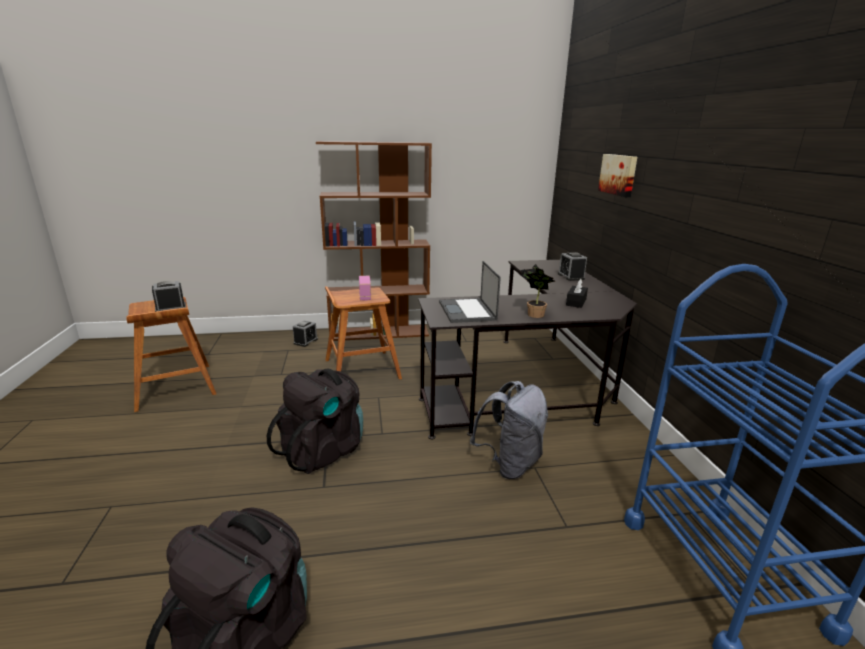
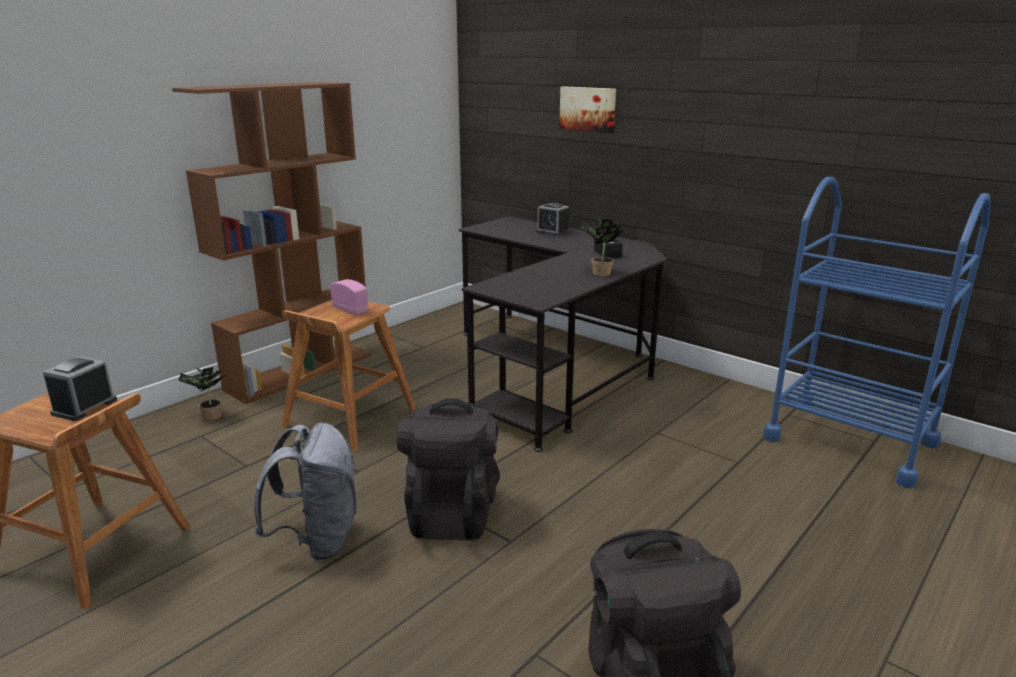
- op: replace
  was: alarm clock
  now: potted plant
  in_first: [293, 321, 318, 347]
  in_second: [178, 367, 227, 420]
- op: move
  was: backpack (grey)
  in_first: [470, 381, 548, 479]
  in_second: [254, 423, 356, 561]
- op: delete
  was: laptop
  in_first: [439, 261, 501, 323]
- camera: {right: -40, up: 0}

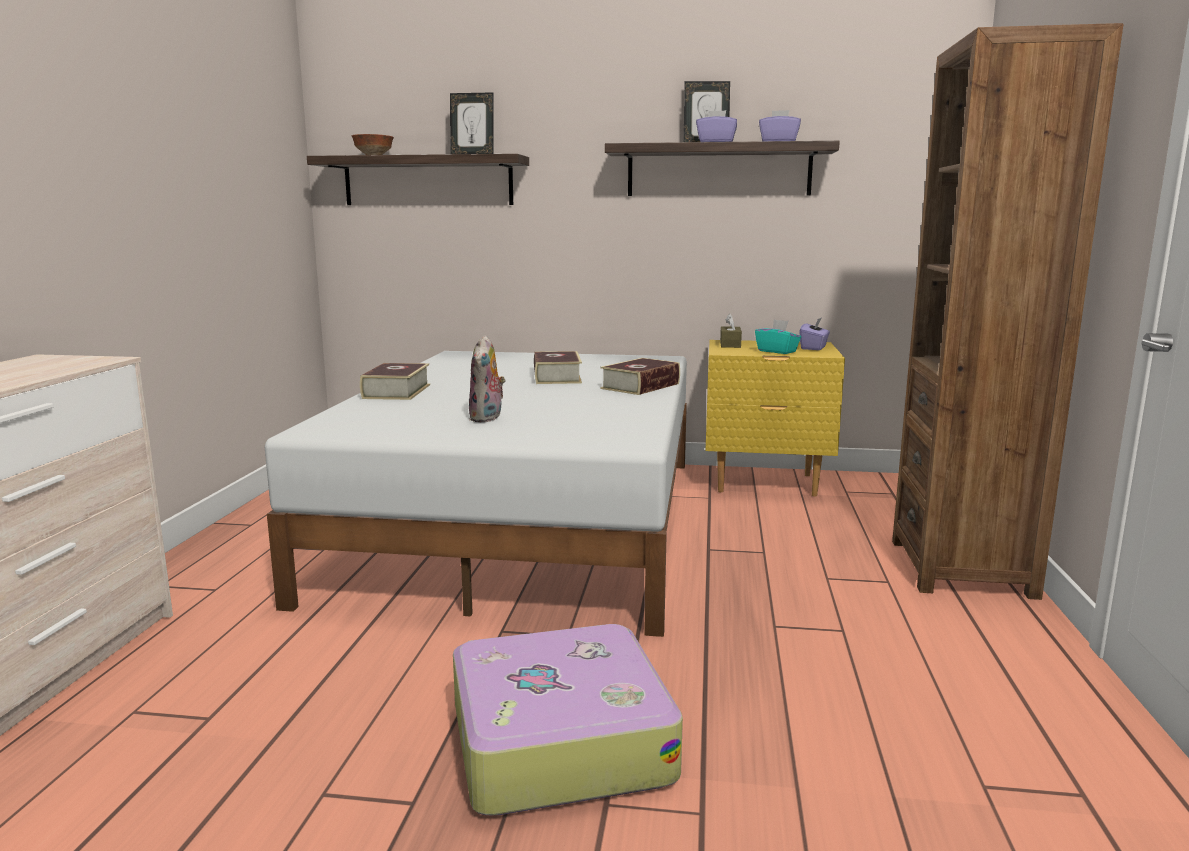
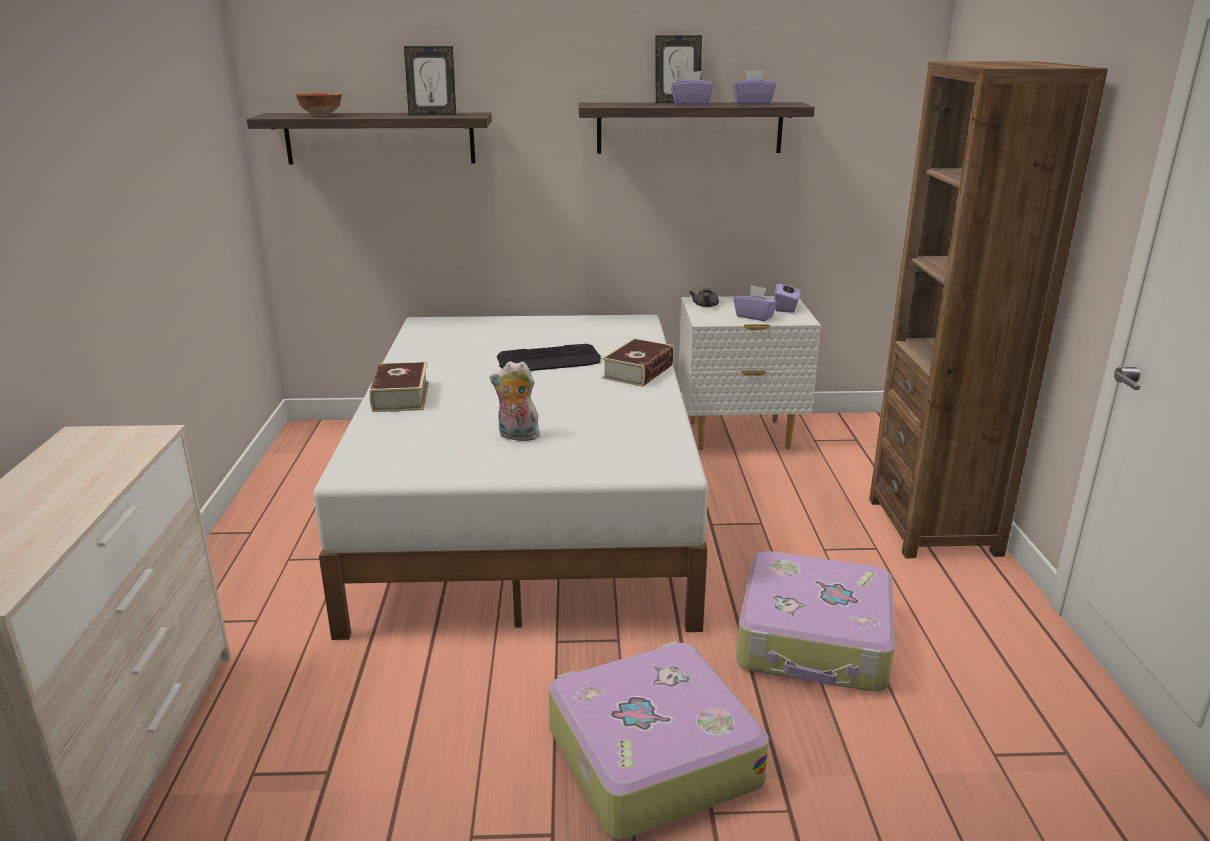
- op: rotate
  was: plush toy
  in_first: [469, 335, 505, 422]
  in_second: [490, 361, 542, 441]
  clockwise: 105
- op: replace
  was: book
  now: keyboard
  in_first: [534, 351, 582, 384]
  in_second: [497, 344, 601, 371]
- op: recolor
  was: nightstand (yellow)
  now: nightstand (white)
  in_first: [705, 340, 845, 497]
  in_second: [678, 296, 821, 450]
- op: replace
  was: tissue box (brown)
  now: teapot (grey)
  in_first: [720, 314, 742, 348]
  in_second: [689, 289, 719, 307]
- op: recolor
  was: tissue box (turquoise)
  now: tissue box (purple)
  in_first: [755, 319, 801, 354]
  in_second: [734, 285, 778, 321]
- op: insert
  now: suitcase
  in_second: [736, 551, 895, 691]
- camera: {right: -10, up: 10}

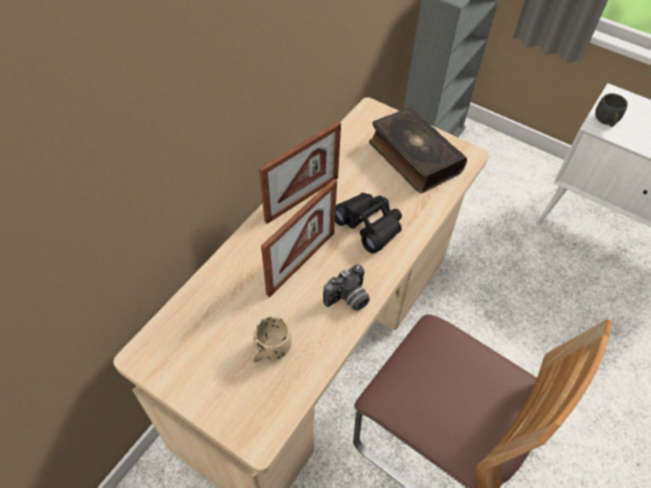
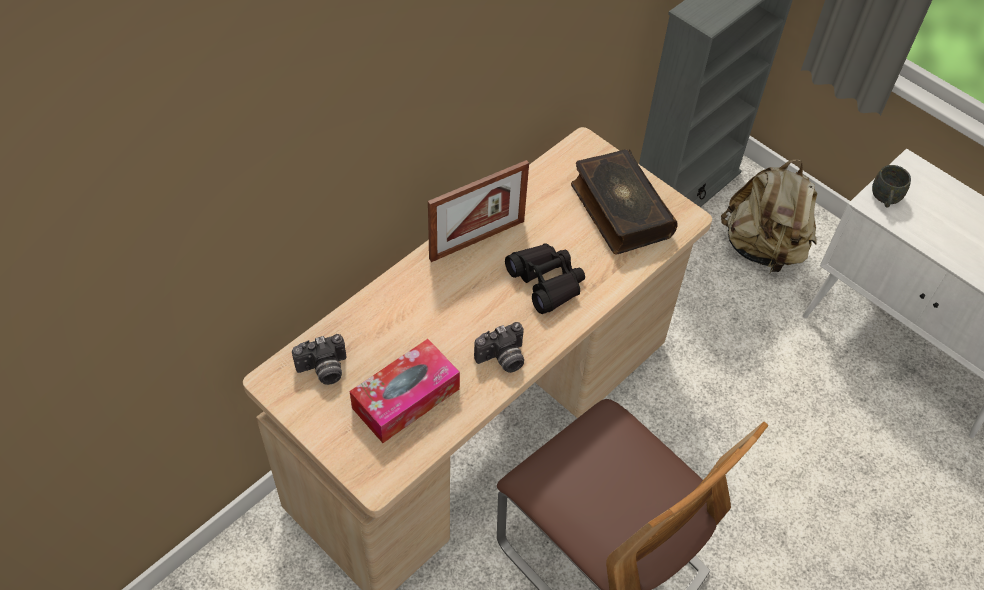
- op: insert
  now: photo camera
  in_second: [292, 334, 347, 385]
- op: replace
  was: mug (beige)
  now: tissue box
  in_first: [251, 316, 292, 363]
  in_second: [350, 339, 460, 443]
- op: insert
  now: backpack (beige)
  in_second: [721, 160, 817, 273]
- op: delete
  was: picture frame
  in_first: [261, 179, 337, 297]
- camera: {right: 10, up: 0}

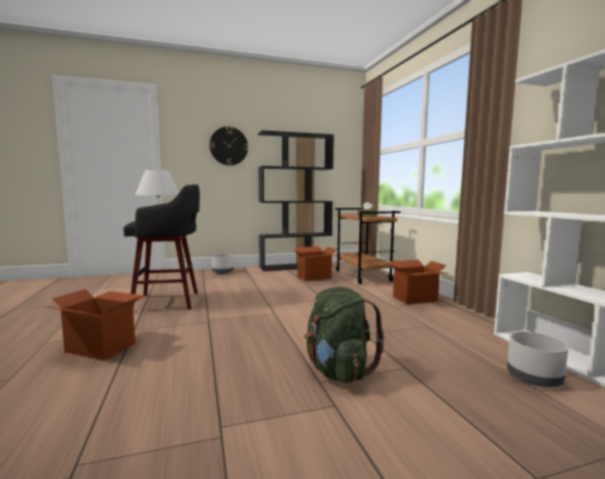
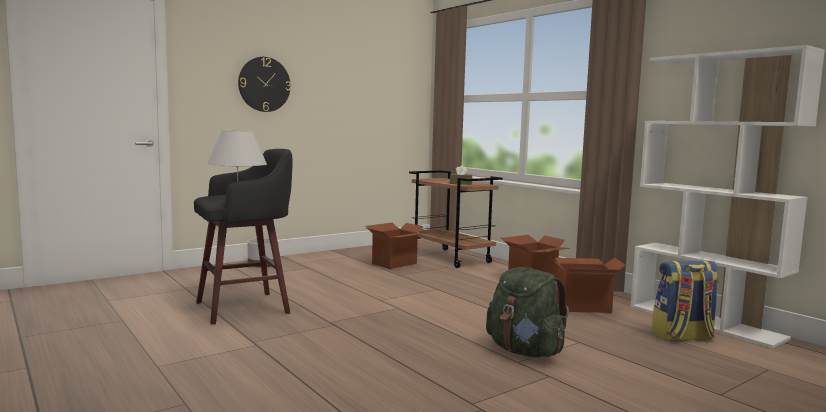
- op: move
  was: cardboard box
  in_first: [42, 289, 145, 361]
  in_second: [550, 257, 626, 313]
- op: replace
  was: planter (grey)
  now: backpack
  in_first: [507, 331, 568, 387]
  in_second: [652, 261, 719, 341]
- op: delete
  was: bookcase (black)
  in_first: [258, 130, 334, 271]
- camera: {right: -20, up: 0}

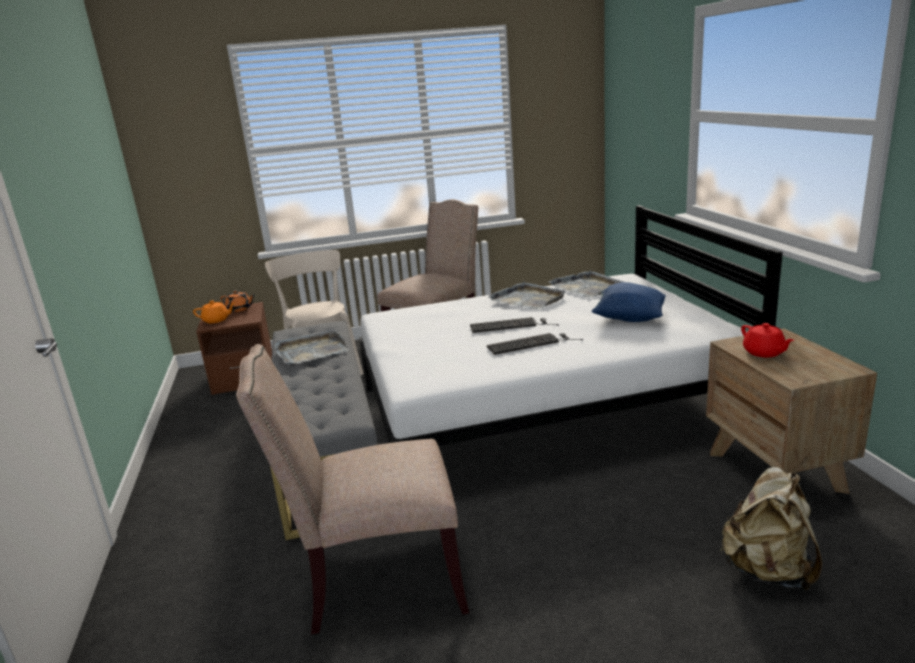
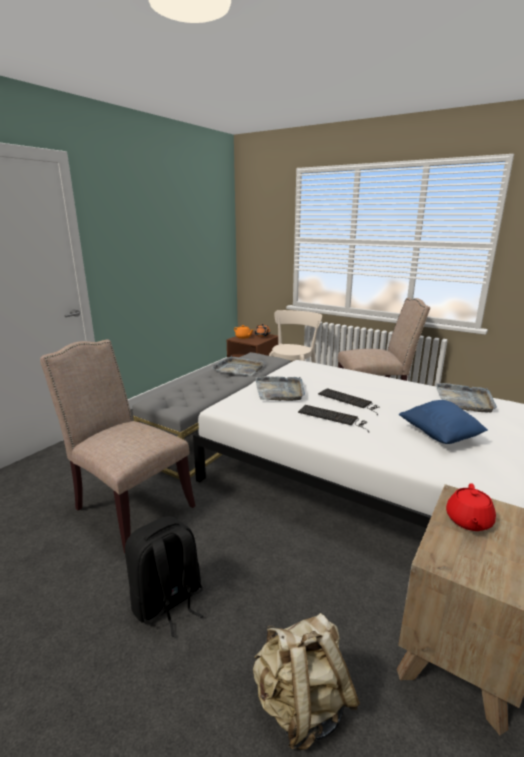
- op: insert
  now: backpack (black)
  in_second: [125, 516, 203, 637]
- op: move
  was: tray (grey)
  in_first: [488, 282, 566, 309]
  in_second: [255, 376, 305, 401]
- camera: {right: 45, up: 0}

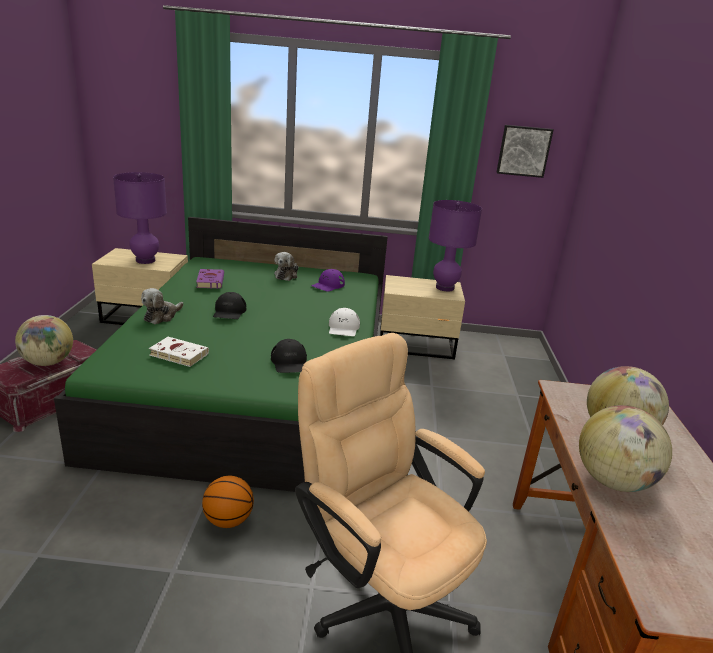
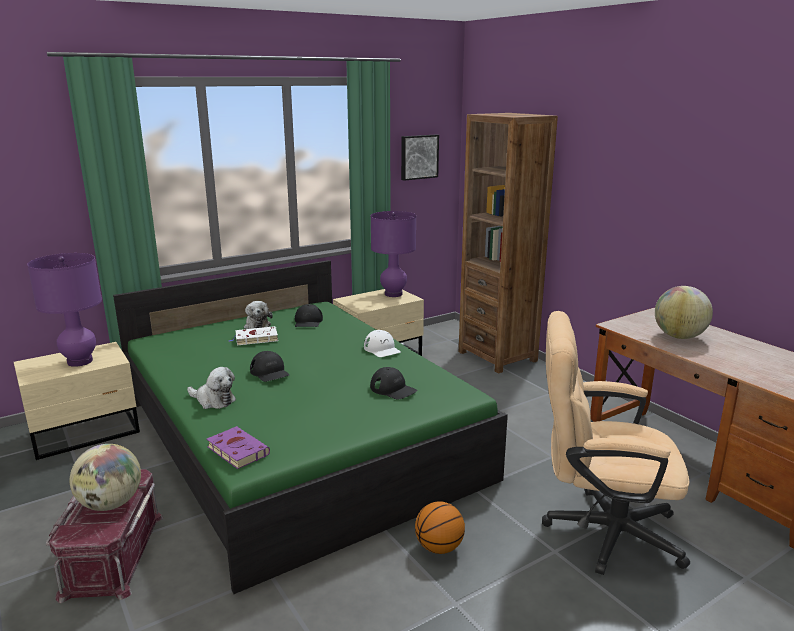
- op: rotate
  was: plush toy
  in_first: [141, 288, 183, 324]
  in_second: [187, 367, 236, 409]
  clockwise: -60
- op: move
  was: book (purple)
  in_first: [196, 269, 224, 289]
  in_second: [206, 426, 270, 469]
- op: move
  was: book (white)
  in_first: [149, 337, 209, 367]
  in_second: [228, 326, 278, 345]
- op: recolor
  was: cap (purple)
  now: cap (black)
  in_first: [311, 269, 345, 292]
  in_second: [295, 304, 323, 327]
- op: insert
  now: bookcase (brown)
  in_second: [459, 113, 558, 373]
- op: delete
  was: globe
  in_first: [579, 405, 672, 492]
- camera: {right: -35, up: -5}

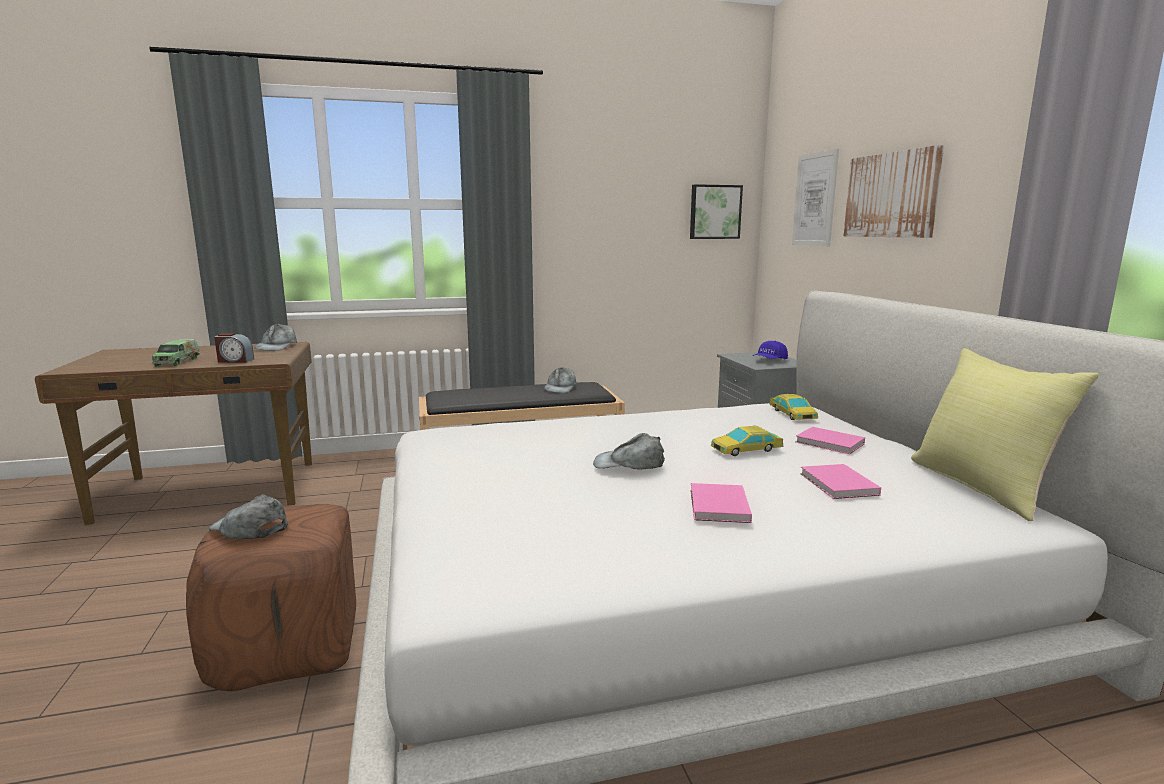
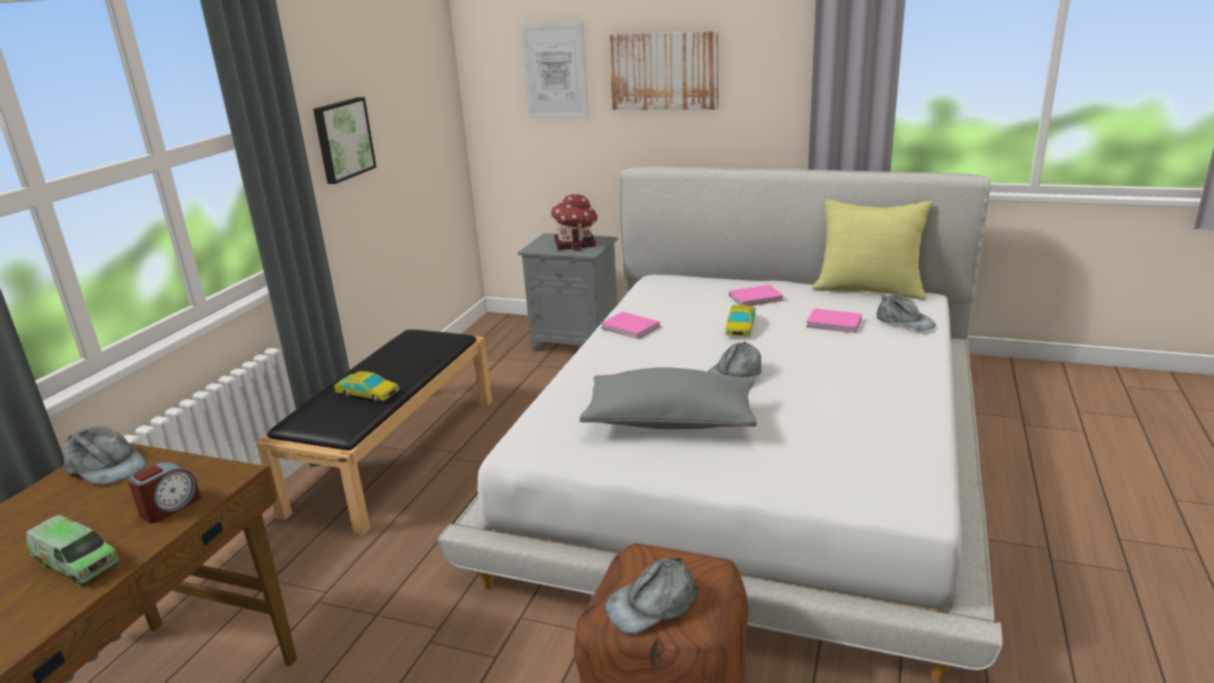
- op: move
  was: picture
  in_first: [690, 184, 743, 239]
  in_second: [313, 97, 377, 184]
- op: move
  was: toy car
  in_first: [769, 394, 818, 420]
  in_second: [334, 371, 400, 402]
- op: replace
  was: cap (blue)
  now: toy house
  in_first: [752, 341, 788, 359]
  in_second: [550, 194, 598, 251]
- op: insert
  now: pillow (grey)
  in_second: [580, 367, 757, 429]
- op: move
  was: book (pink)
  in_first: [691, 483, 752, 523]
  in_second: [600, 312, 660, 339]
- op: move
  was: cap (grey)
  in_first: [544, 367, 577, 393]
  in_second: [876, 294, 936, 330]
- camera: {right: -55, up: 10}

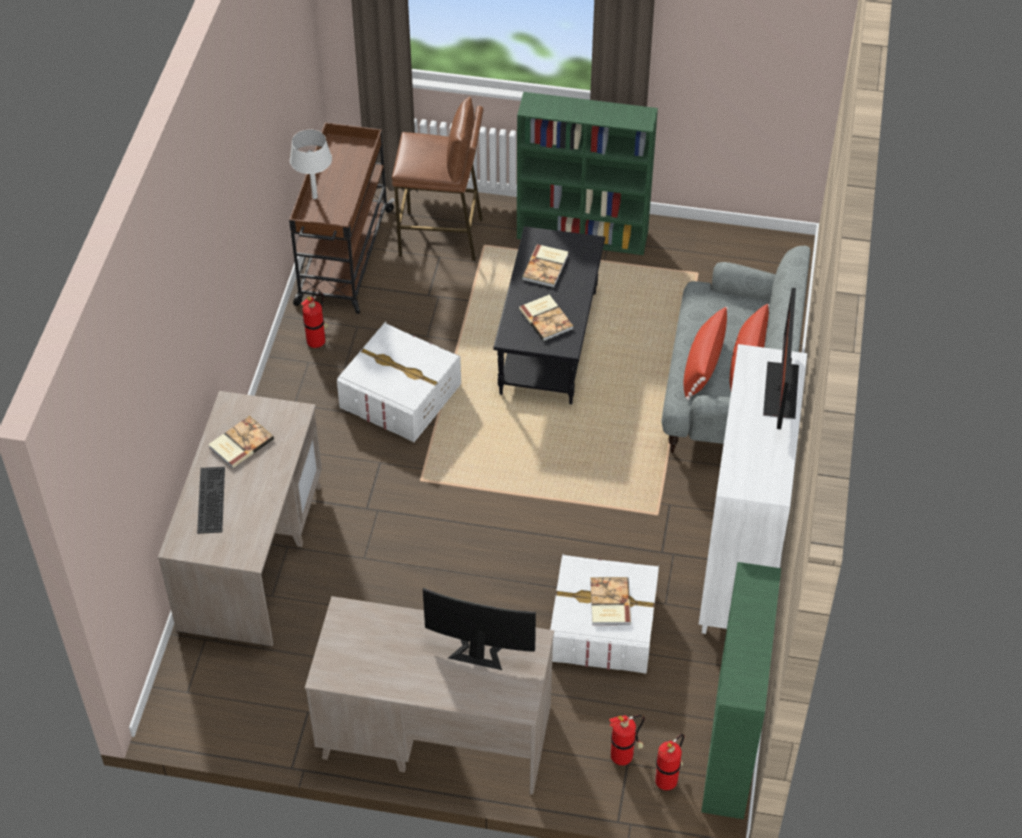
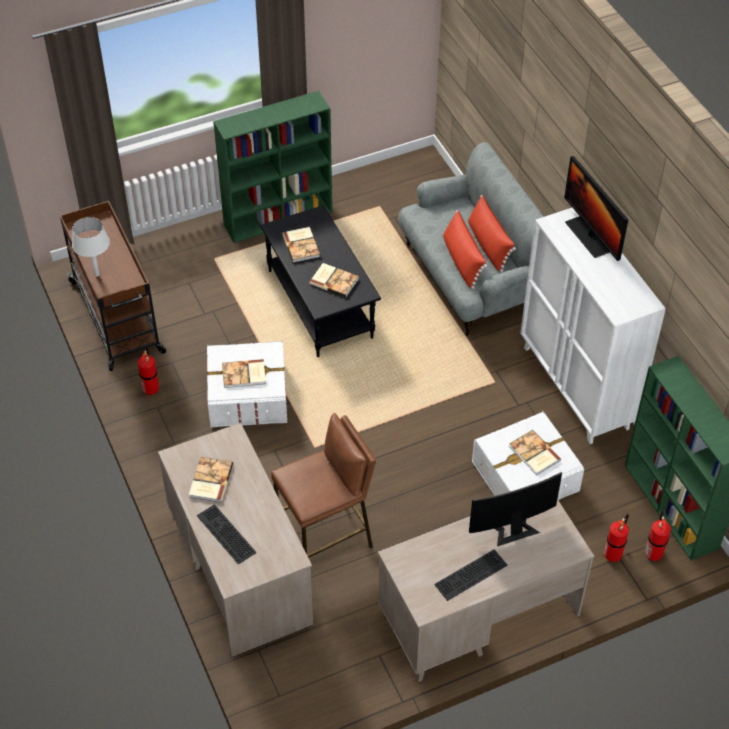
- op: insert
  now: book
  in_second: [222, 359, 266, 388]
- op: move
  was: stool (brown)
  in_first: [392, 97, 483, 261]
  in_second: [271, 413, 376, 558]
- op: insert
  now: keyboard
  in_second: [434, 549, 508, 601]
- camera: {right: -35, up: 0}

